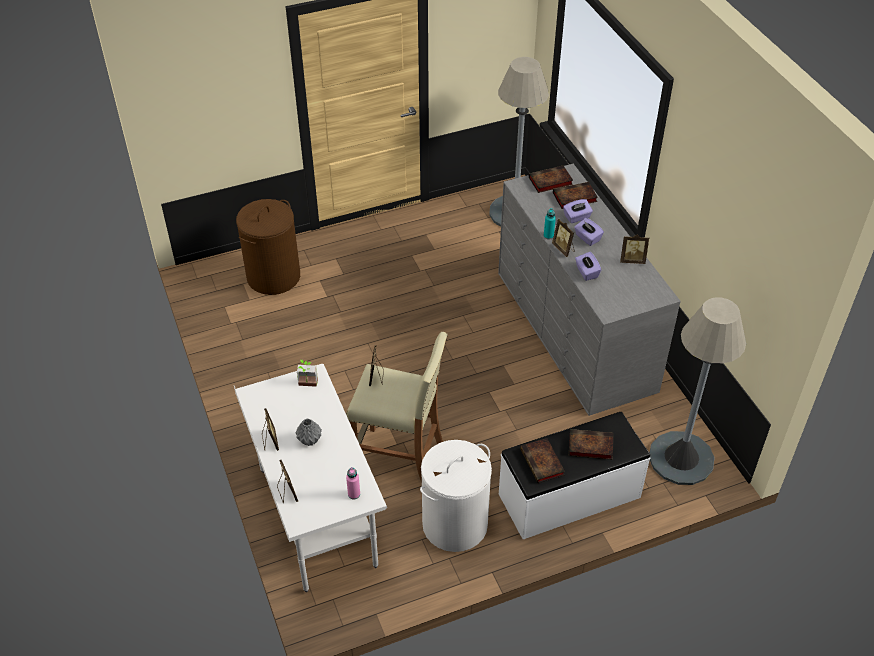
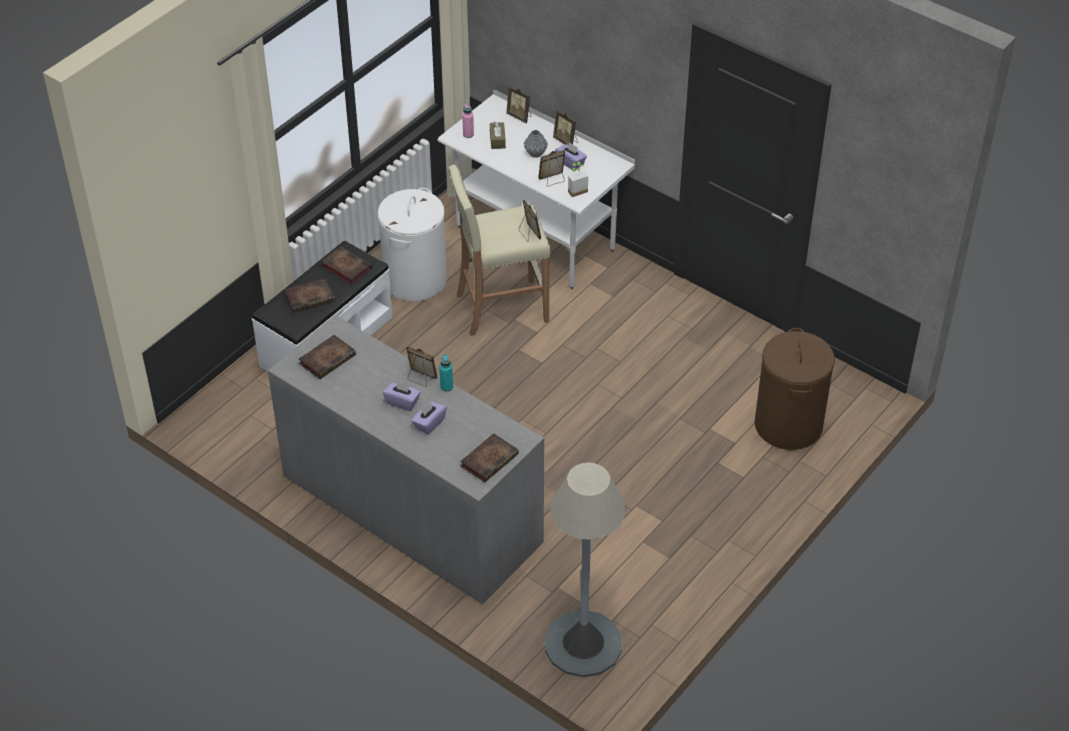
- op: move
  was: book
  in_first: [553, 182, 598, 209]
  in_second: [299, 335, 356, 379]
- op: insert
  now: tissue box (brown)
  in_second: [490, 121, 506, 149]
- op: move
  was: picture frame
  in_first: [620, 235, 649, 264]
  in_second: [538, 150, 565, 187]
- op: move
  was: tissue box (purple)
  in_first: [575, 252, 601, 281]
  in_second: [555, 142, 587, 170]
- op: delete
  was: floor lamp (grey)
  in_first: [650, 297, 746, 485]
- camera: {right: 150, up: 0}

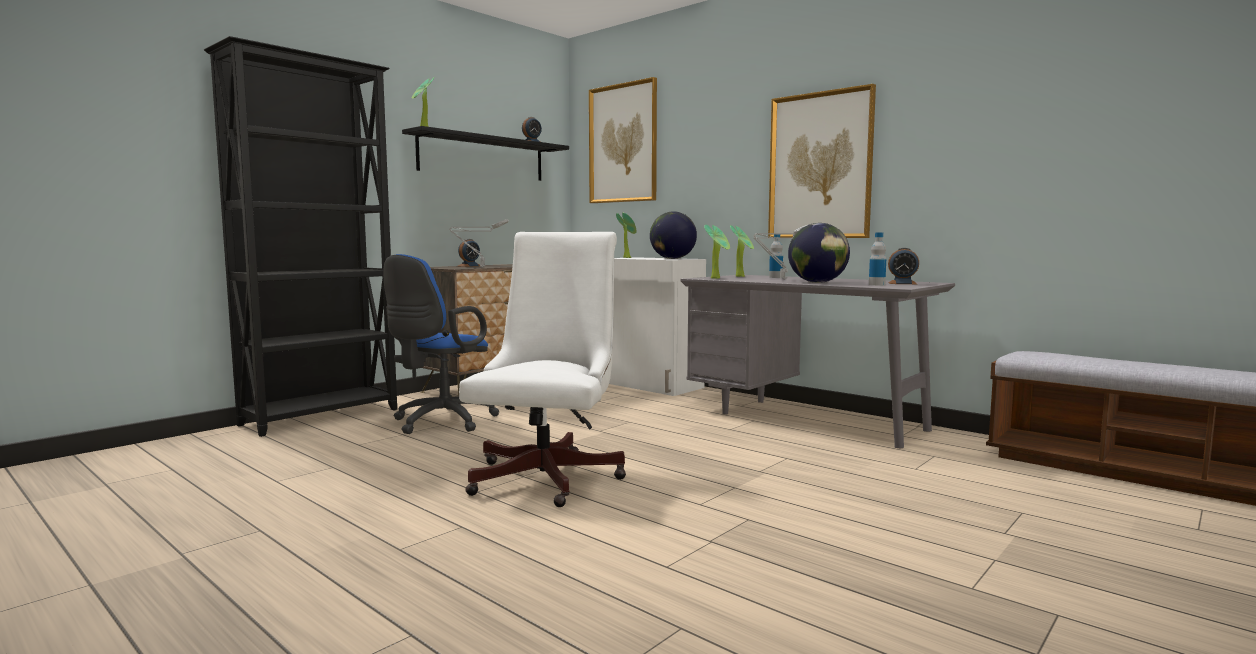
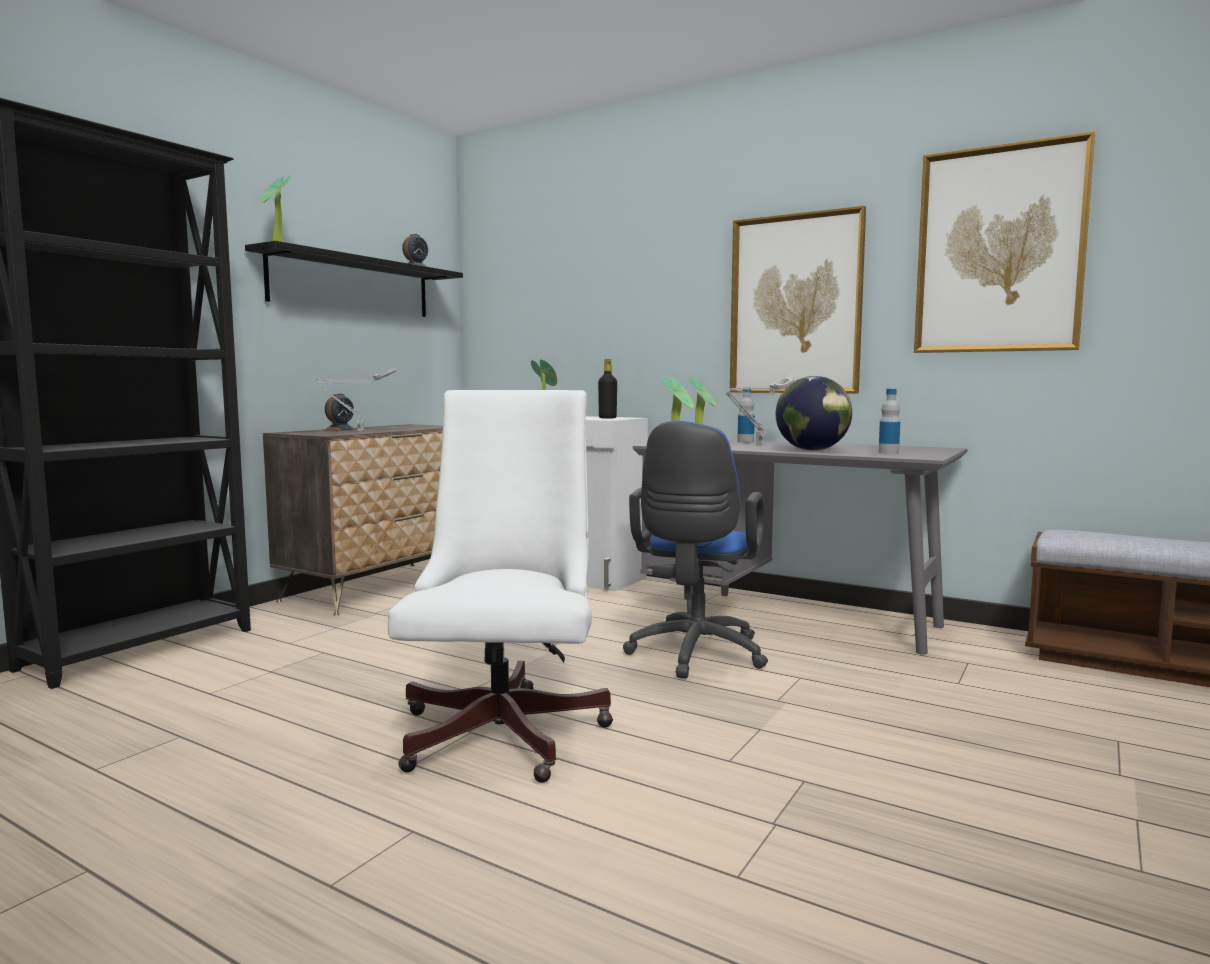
- op: replace
  was: globe
  now: bottle (black)
  in_first: [650, 212, 697, 259]
  in_second: [598, 359, 617, 419]
- op: move
  was: office chair (blue)
  in_first: [383, 254, 499, 434]
  in_second: [623, 421, 768, 678]
- op: move
  was: picture
  in_first: [589, 77, 657, 203]
  in_second: [914, 131, 1095, 353]
- op: delete
  was: alarm clock
  in_first: [888, 248, 919, 284]
- camera: {right: -10, up: 0}

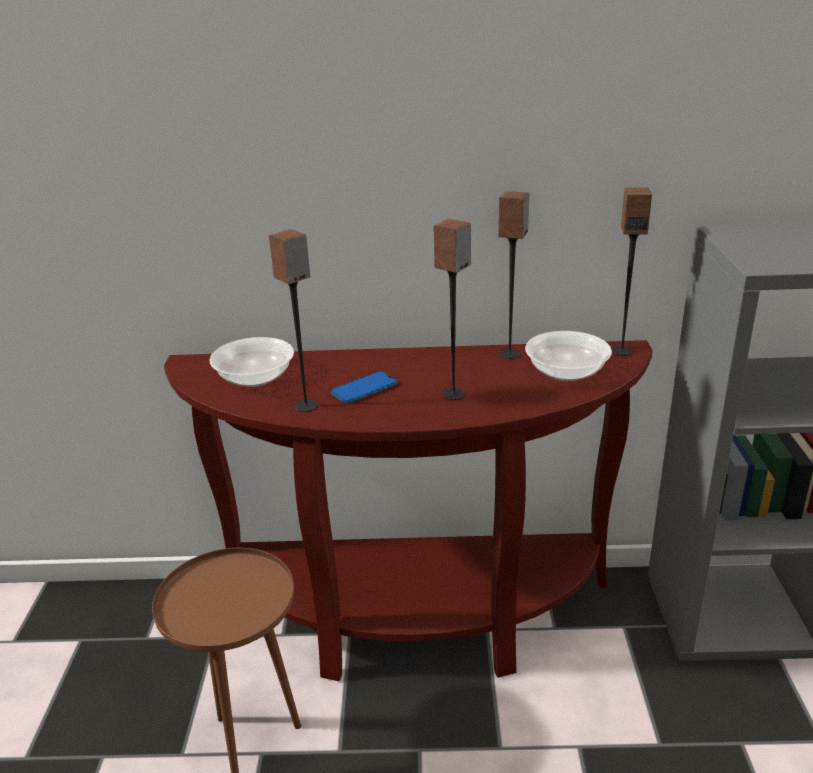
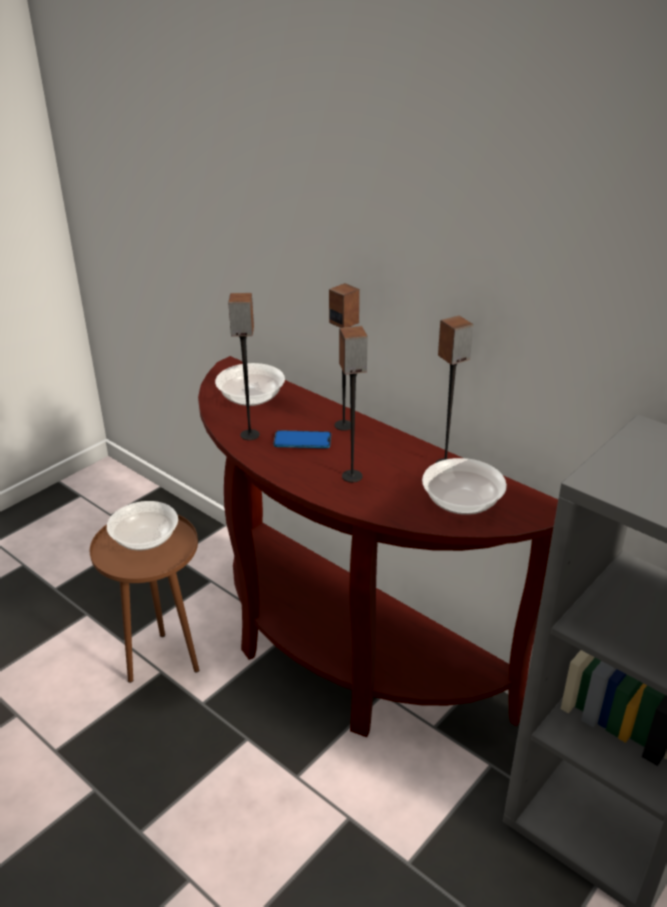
- op: insert
  now: bowl
  in_second: [107, 501, 178, 550]
- op: move
  was: speaker
  in_first: [611, 188, 652, 356]
  in_second: [329, 283, 360, 431]
- camera: {right: 40, up: 5}

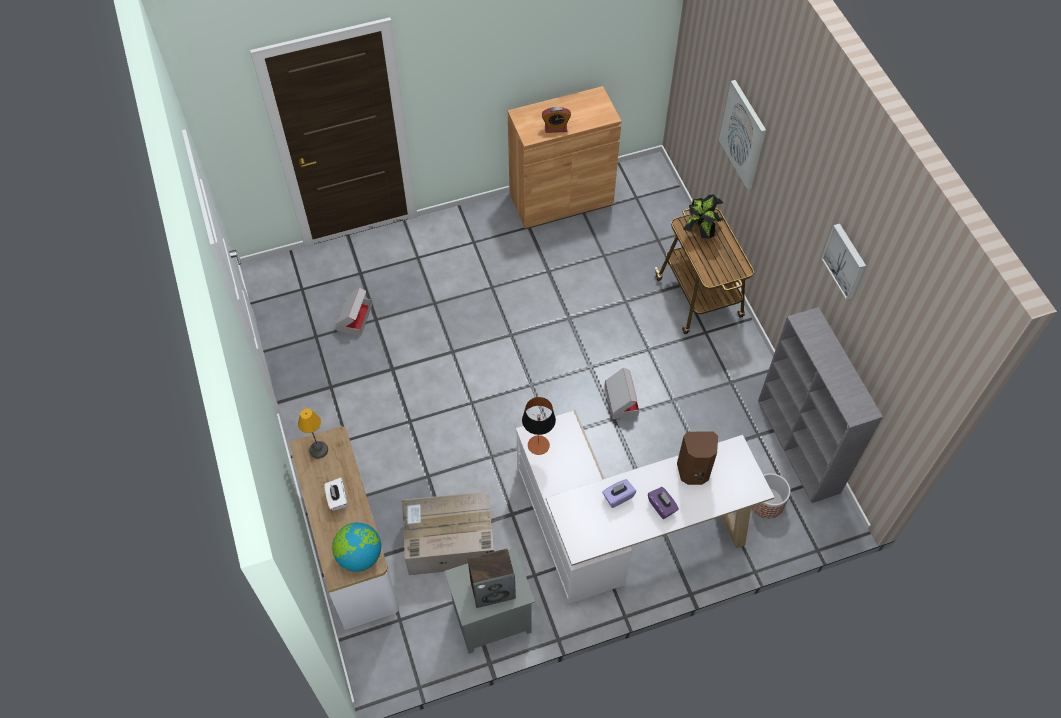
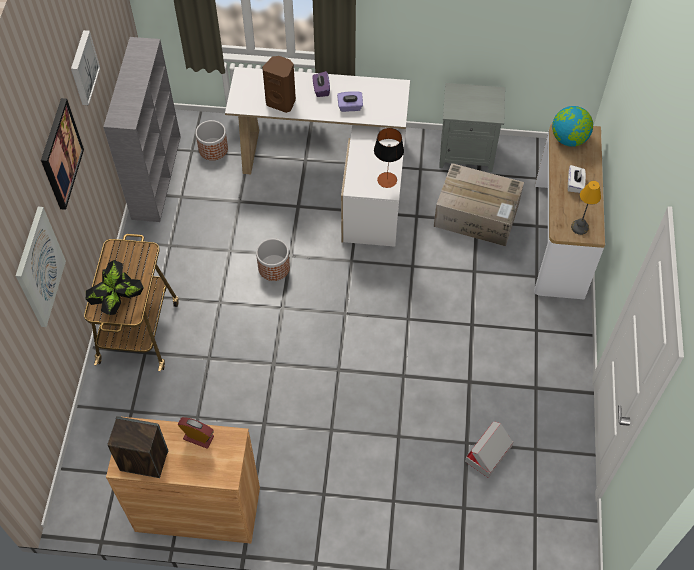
- op: insert
  now: picture
  in_second: [41, 98, 84, 210]
- op: move
  was: speaker
  in_first: [468, 549, 516, 608]
  in_second: [107, 416, 168, 478]
- op: replace
  was: cardboard box
  now: planter
  in_first: [605, 368, 639, 419]
  in_second: [256, 239, 290, 281]
- camera: {right: -155, up: 0}

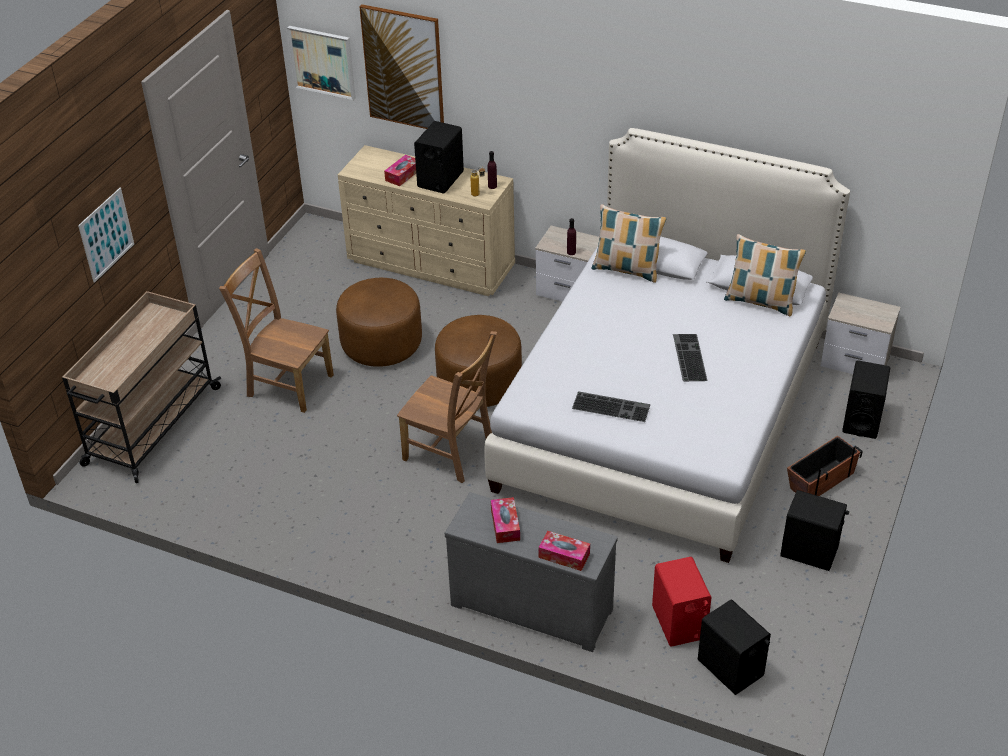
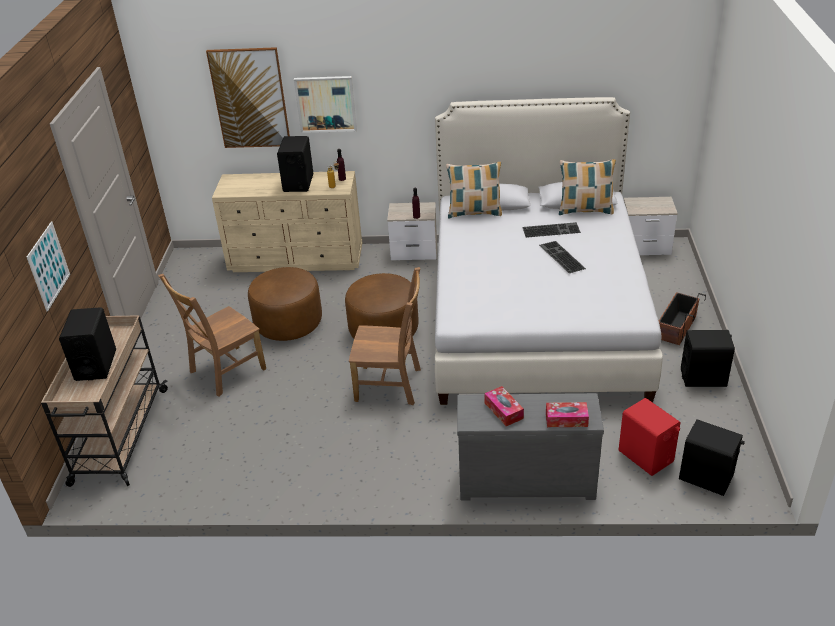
- op: move
  was: speaker (black)
  in_first: [842, 360, 890, 439]
  in_second: [59, 307, 116, 381]
- op: rotate
  was: chair (brown)
  in_first: [219, 248, 334, 413]
  in_second: [158, 274, 266, 396]
  clockwise: -45
- op: move
  was: picture
  in_first: [287, 26, 356, 100]
  in_second: [294, 76, 357, 133]
- op: move
  was: keyboard
  in_first: [572, 391, 650, 422]
  in_second: [523, 222, 581, 238]
- op: delete
  was: tissue box
  in_first: [384, 155, 416, 186]
- camera: {right: -20, up: -5}

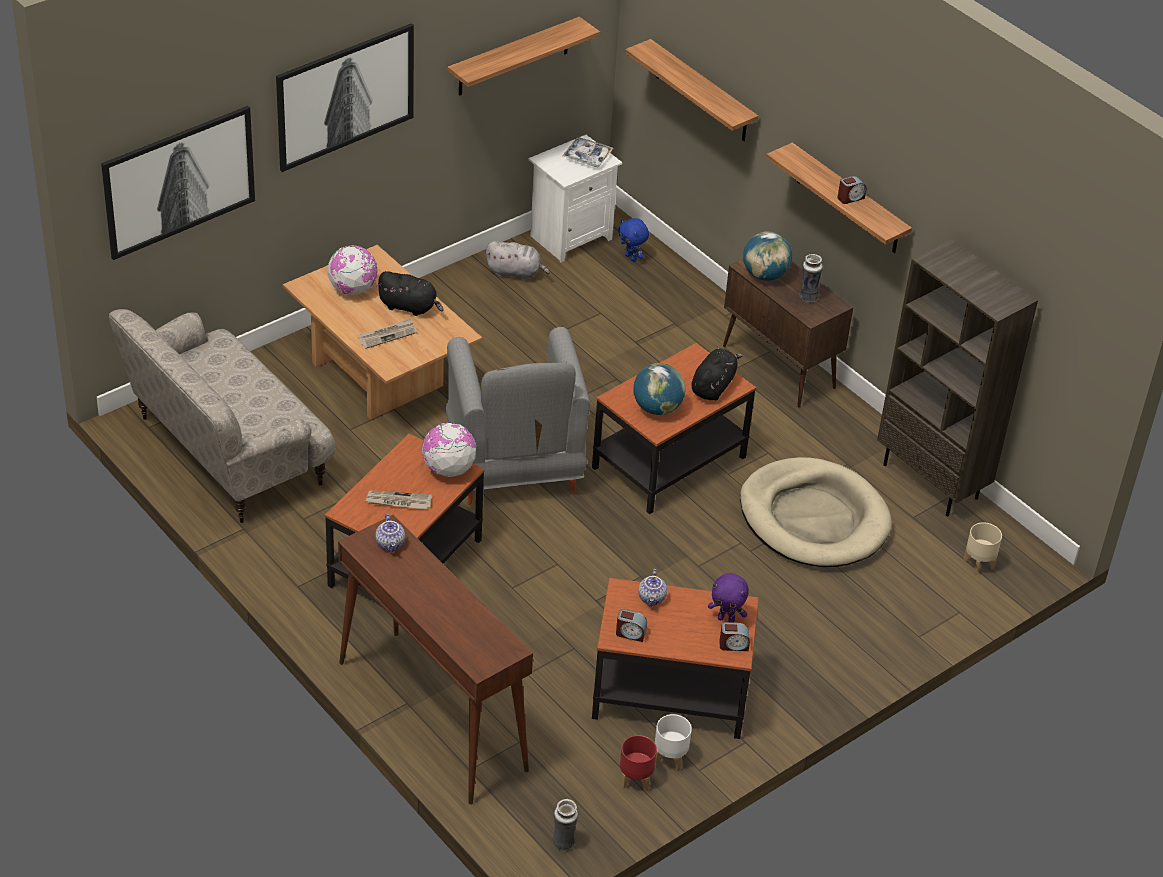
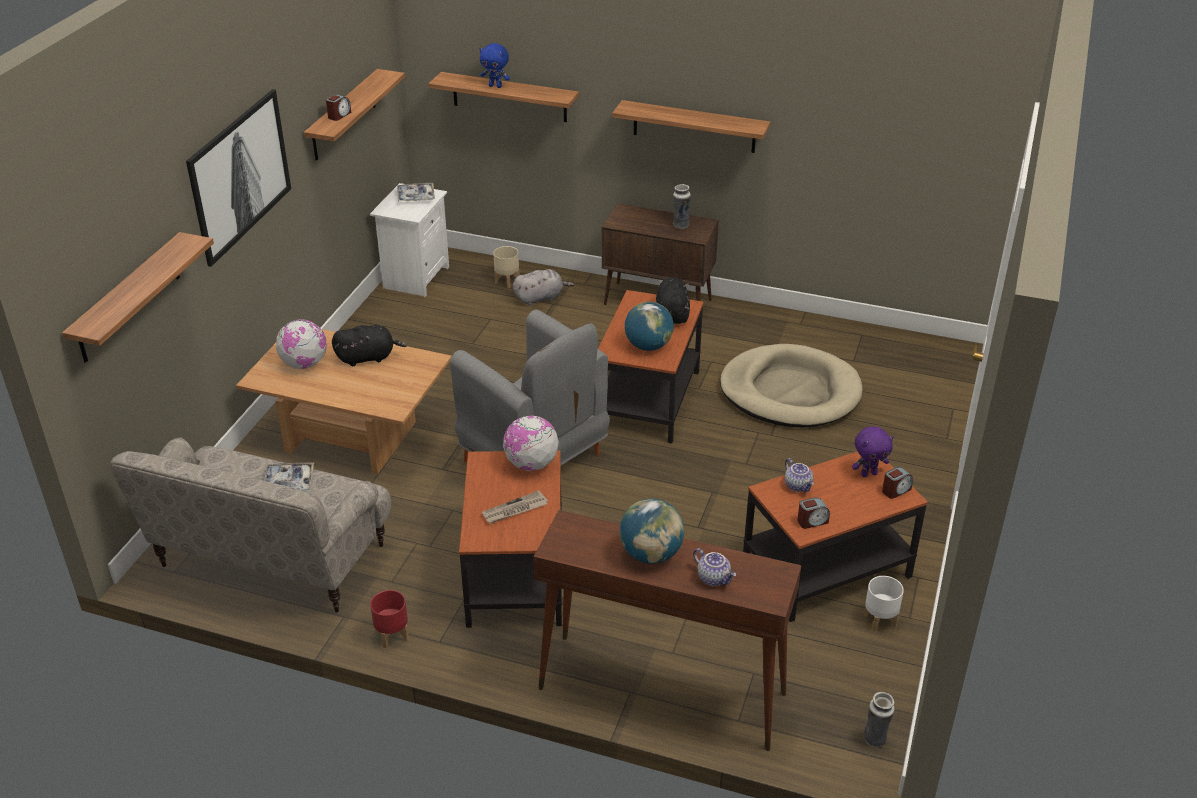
- op: replace
  was: picture
  now: shelf
  in_first: [101, 106, 255, 260]
  in_second: [62, 232, 214, 363]
- op: insert
  now: tray
  in_second: [264, 463, 314, 492]
- op: move
  was: alarm clock
  in_first: [838, 176, 866, 204]
  in_second: [326, 94, 351, 121]
- op: move
  was: planter (red)
  in_first: [620, 735, 657, 792]
  in_second: [370, 590, 409, 648]
- op: move
  was: plush toy (blue)
  in_first: [618, 218, 649, 261]
  in_second: [479, 43, 510, 88]
- op: move
  was: planter (beige)
  in_first: [963, 522, 1002, 575]
  in_second: [493, 246, 519, 288]
- op: move
  was: plush toy (grey)
  in_first: [486, 241, 550, 280]
  in_second: [513, 269, 574, 306]
- op: move
  was: globe
  in_first: [743, 231, 792, 281]
  in_second: [620, 499, 684, 564]
- op: move
  was: teapot
  in_first: [376, 514, 405, 552]
  in_second: [693, 548, 736, 586]
- op: delete
  was: newspaper
  in_first: [358, 318, 417, 349]
- op: delete
  was: bookcase (brown)
  in_first: [877, 239, 1038, 516]
- camera: {right: -30, up: -5}

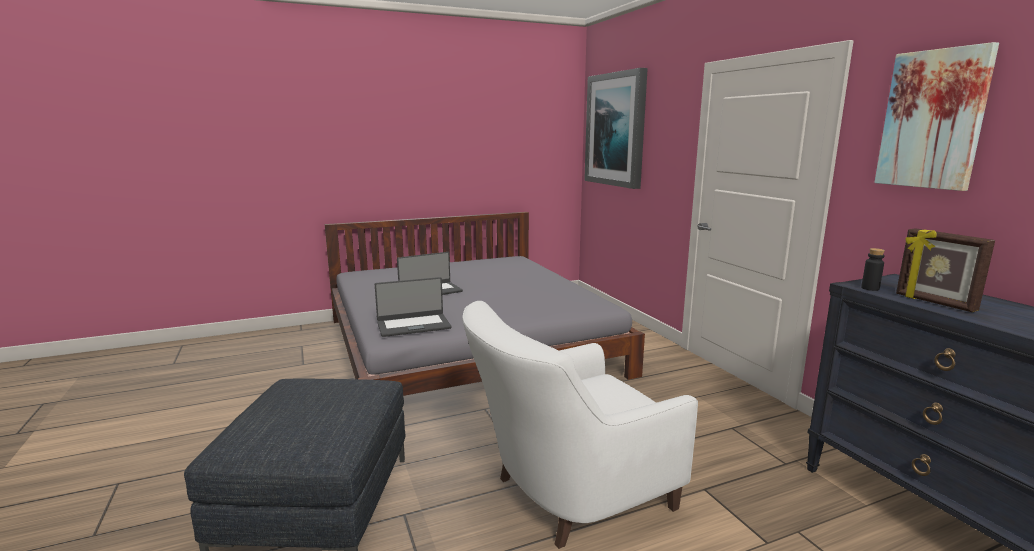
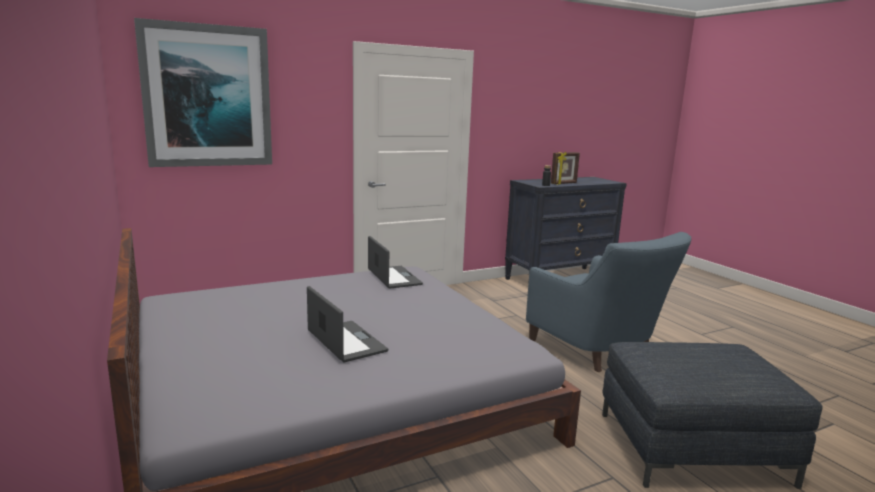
- op: move
  was: laptop
  in_first: [375, 277, 452, 337]
  in_second: [368, 236, 423, 289]
- op: recolor
  was: armchair (white)
  now: armchair (blue)
  in_first: [462, 301, 698, 549]
  in_second: [526, 232, 691, 372]
- op: delete
  was: picture
  in_first: [874, 42, 999, 191]
- camera: {right: -95, up: 0}

